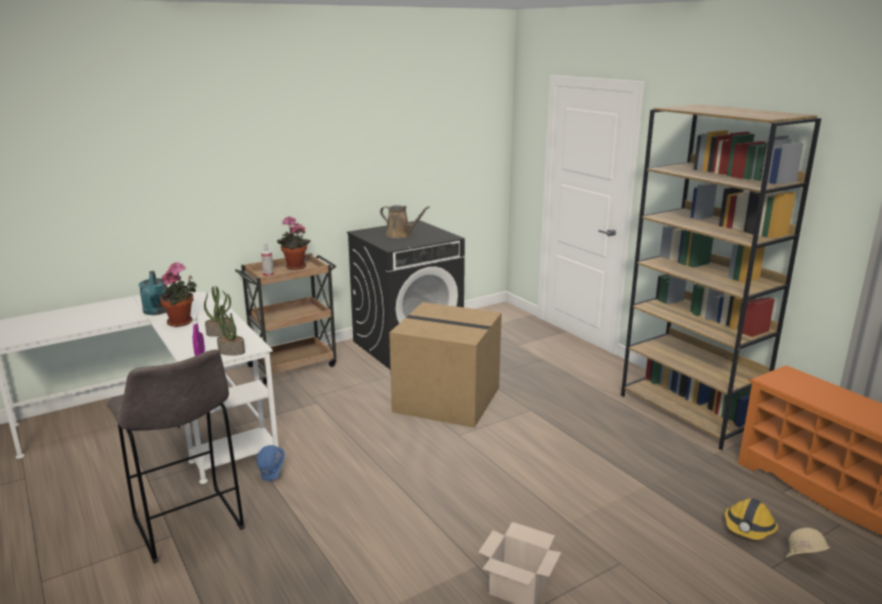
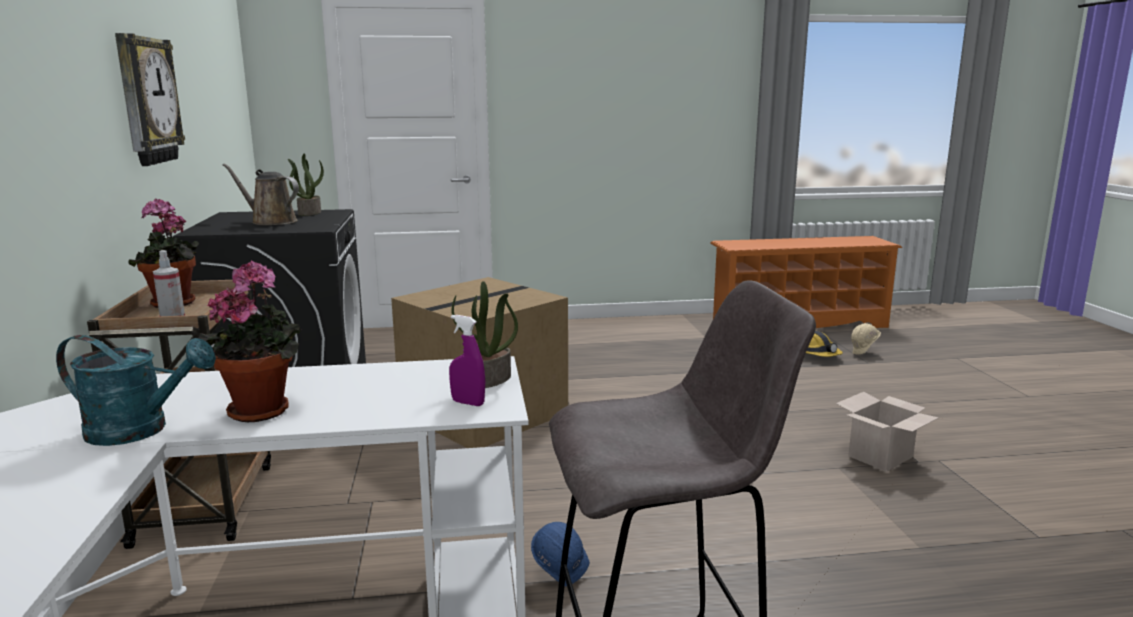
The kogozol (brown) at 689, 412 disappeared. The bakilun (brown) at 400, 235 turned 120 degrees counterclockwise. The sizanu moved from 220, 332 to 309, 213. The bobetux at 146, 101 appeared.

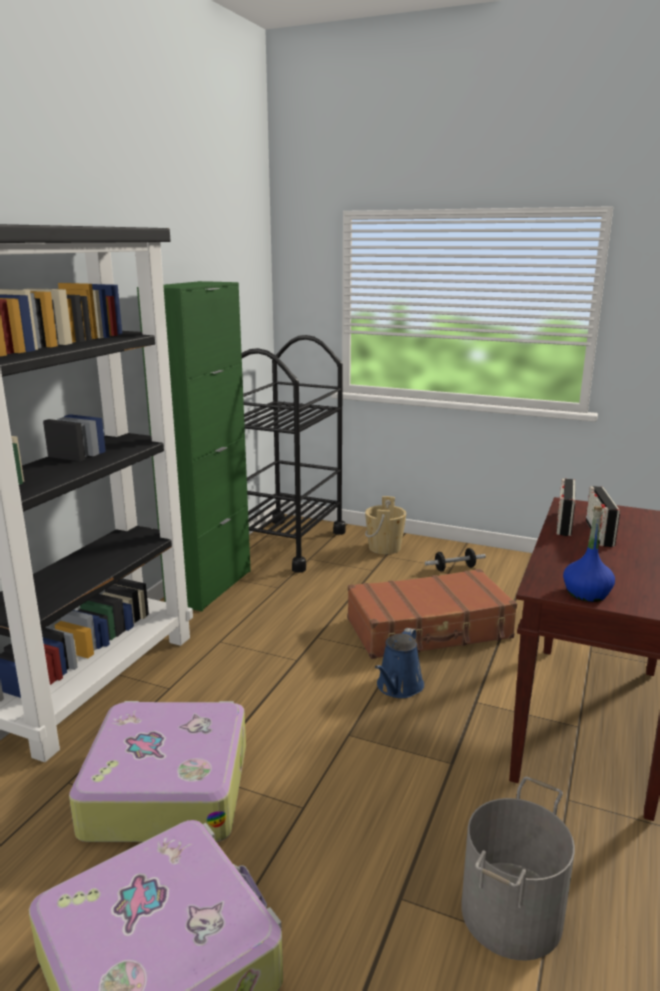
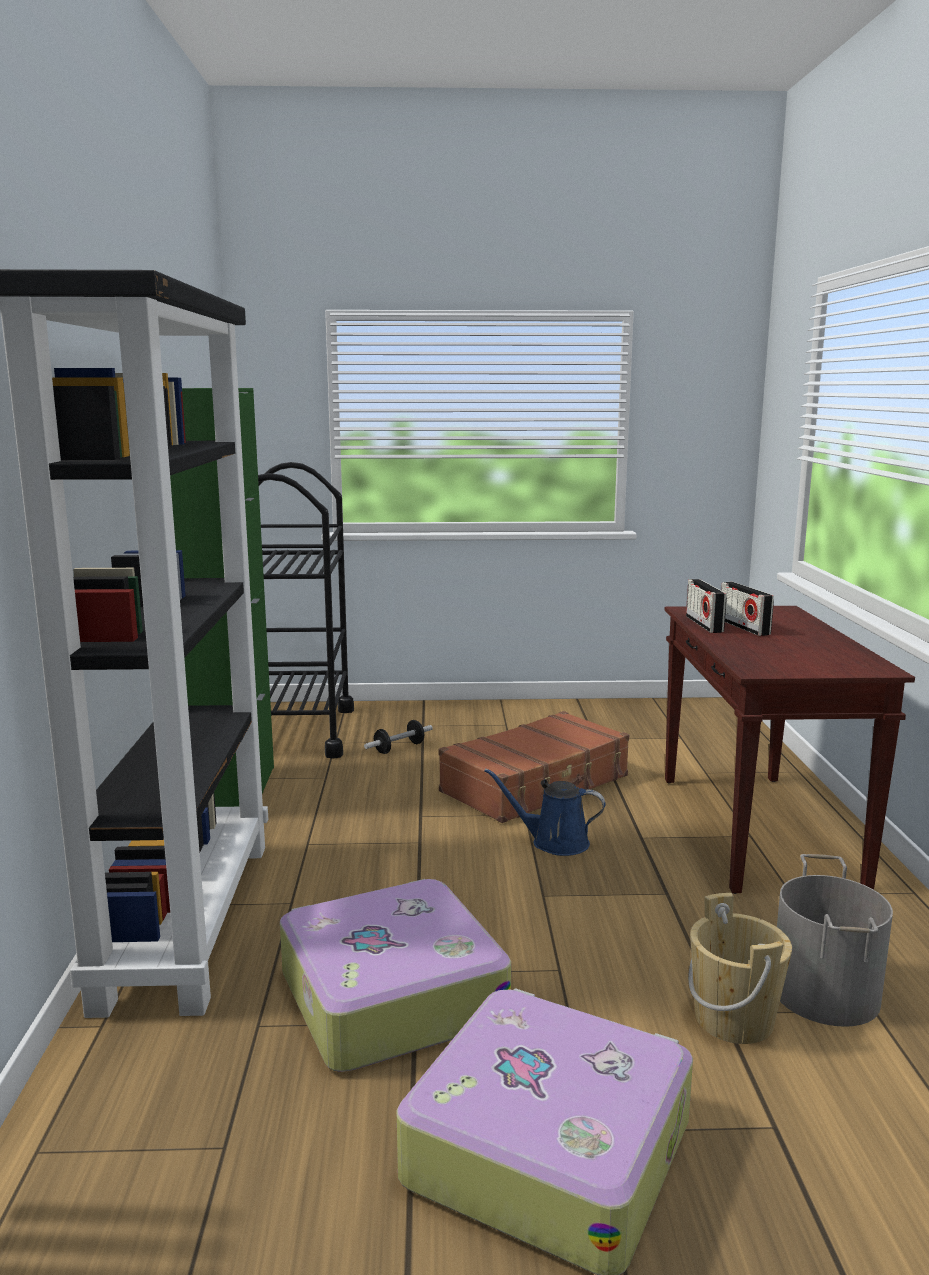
The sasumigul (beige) moved from 384, 547 to 733, 1019. The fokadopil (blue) at 586, 593 disappeared. The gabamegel moved from 454, 568 to 399, 748. The bakilun (blue) at 398, 687 turned 105 degrees clockwise.

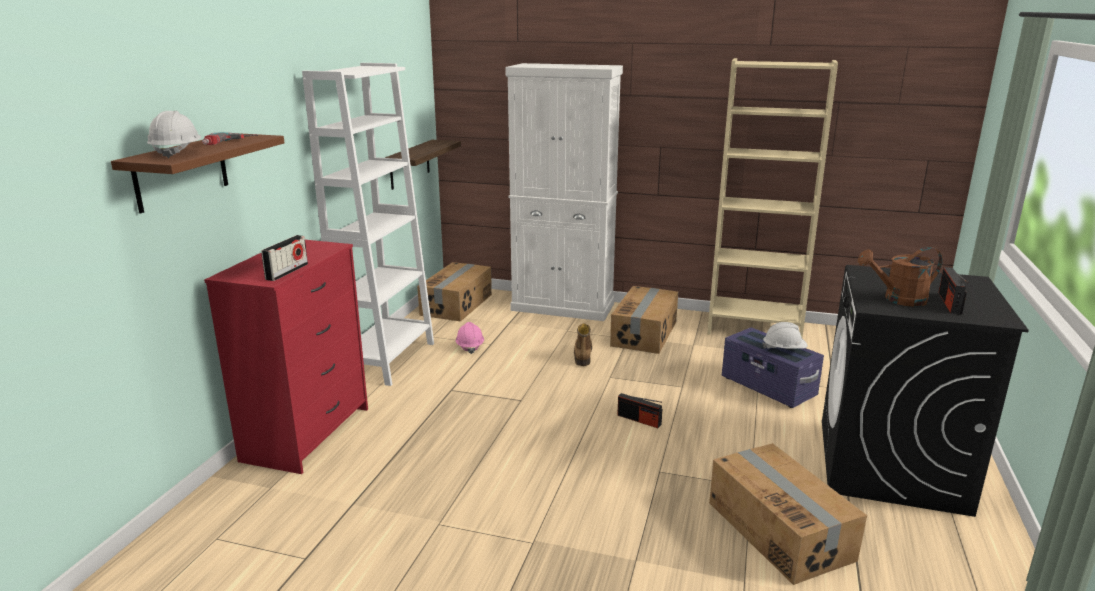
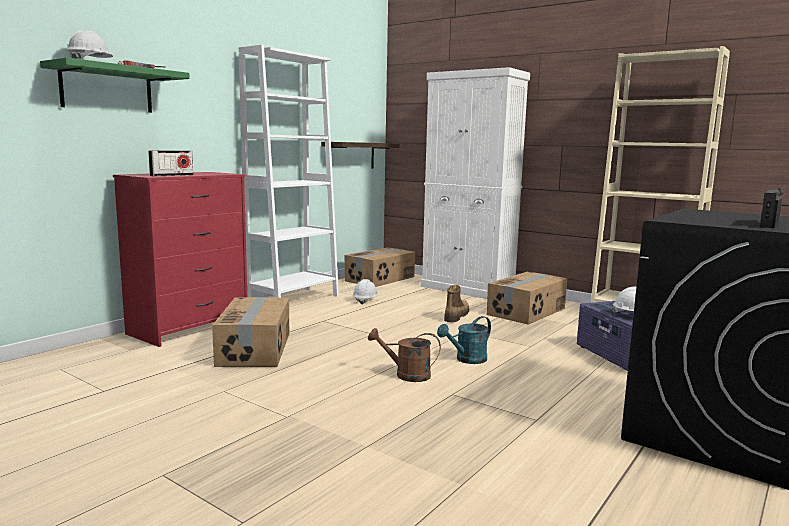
The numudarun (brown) at 181, 172 became the numudarun (green) at 107, 89. The bakilun (brown) moved from 898, 300 to 406, 375. The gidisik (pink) at 470, 346 became the gidisik (white) at 365, 301. The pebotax at 639, 420 was replaced by the bakilun (turquoise) at 467, 360. The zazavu moved from 780, 530 to 255, 349.

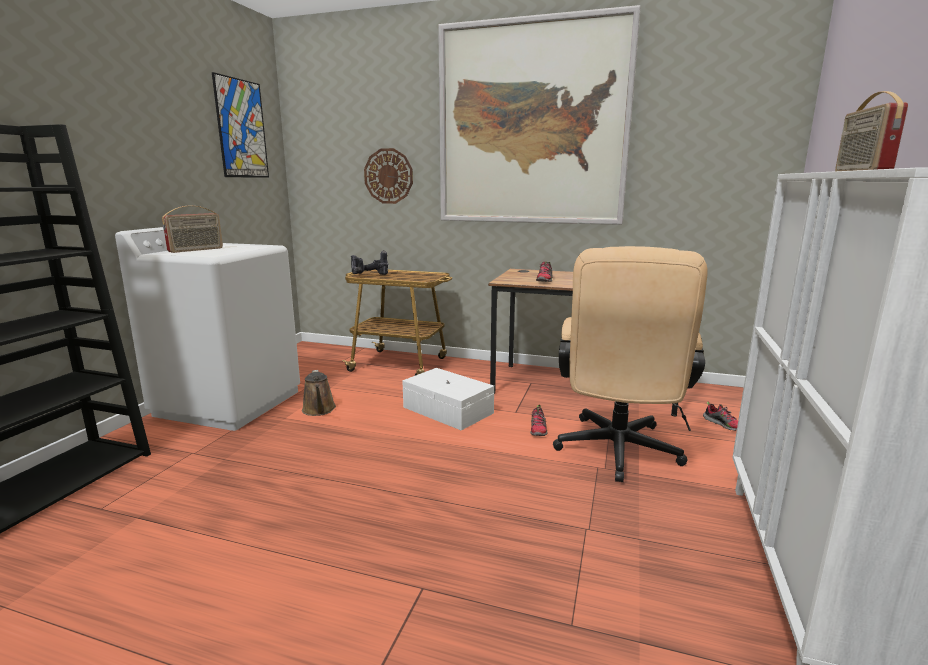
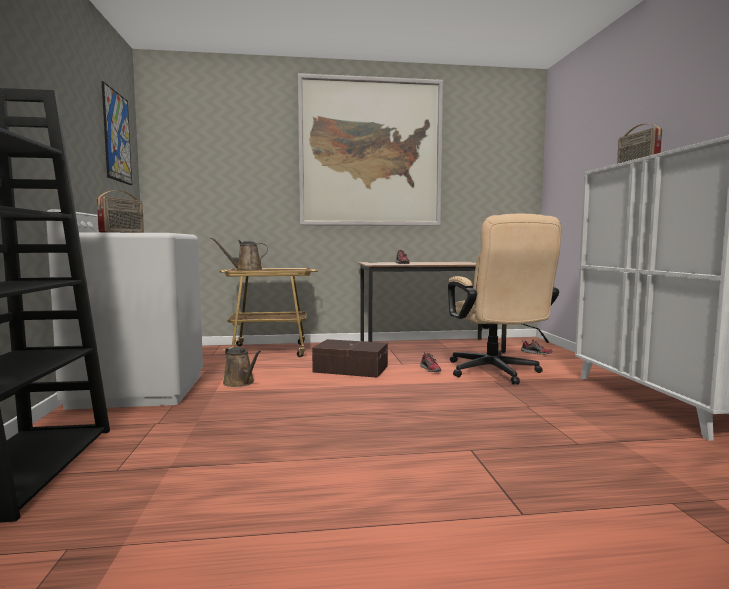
The bobetux at 388, 176 disappeared. The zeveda at 369, 275 was replaced by the bakilun (brown) at 246, 270. The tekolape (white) at 448, 409 became the tekolape (brown) at 350, 369.

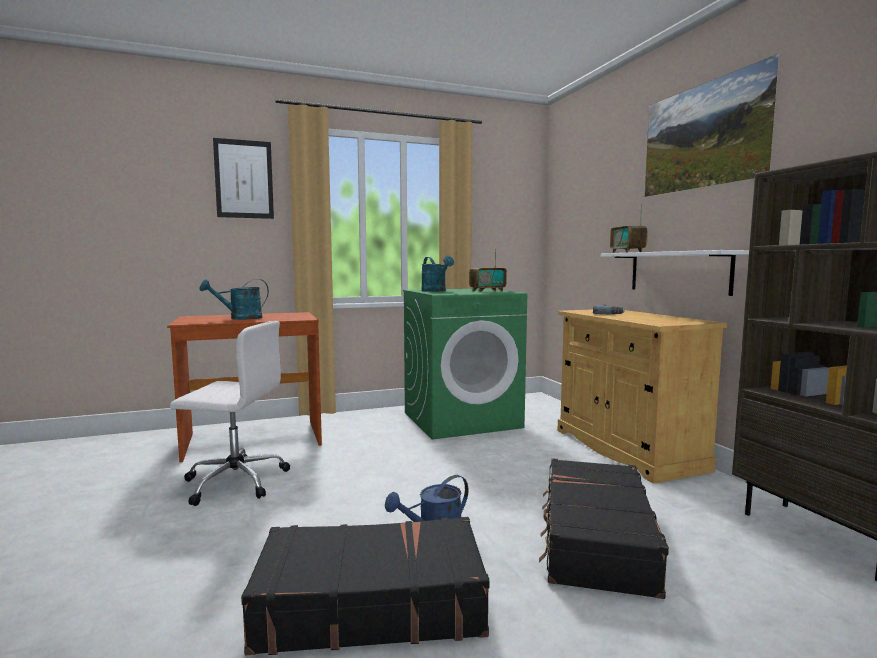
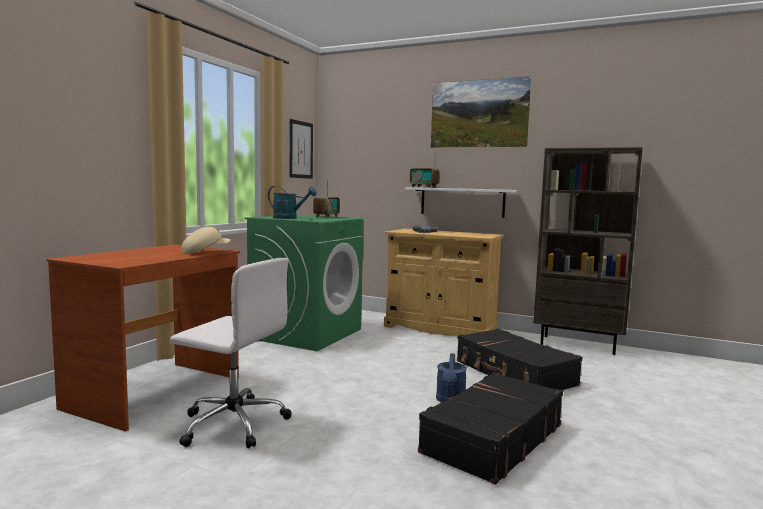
The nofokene moved from 244, 179 to 301, 150. The bakilun (turquoise) at 240, 318 disappeared. The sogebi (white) at 234, 481 turned 60 degrees clockwise. The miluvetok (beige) at 205, 252 appeared.

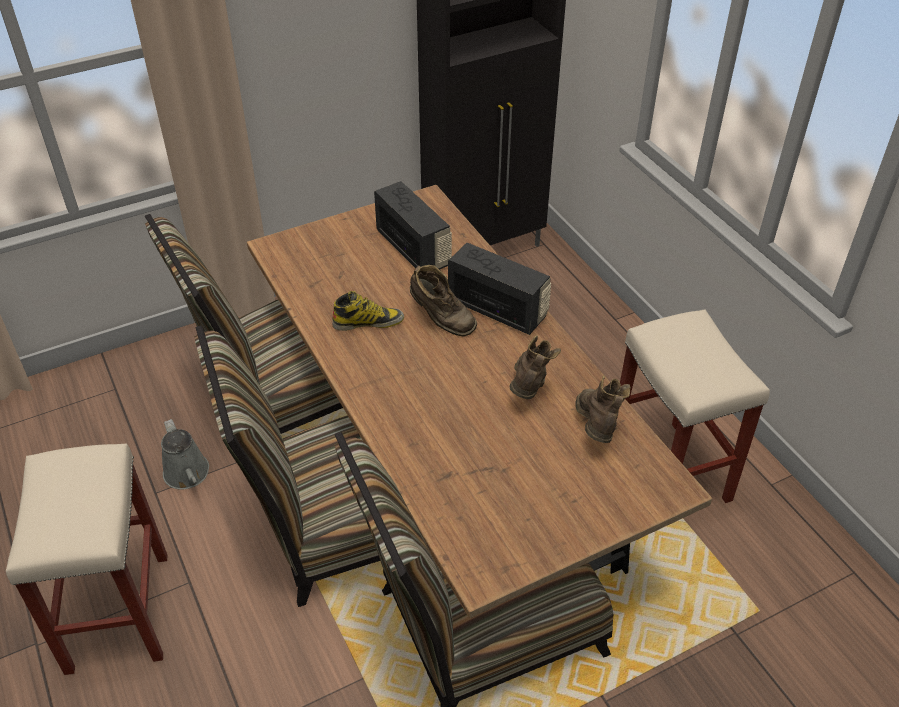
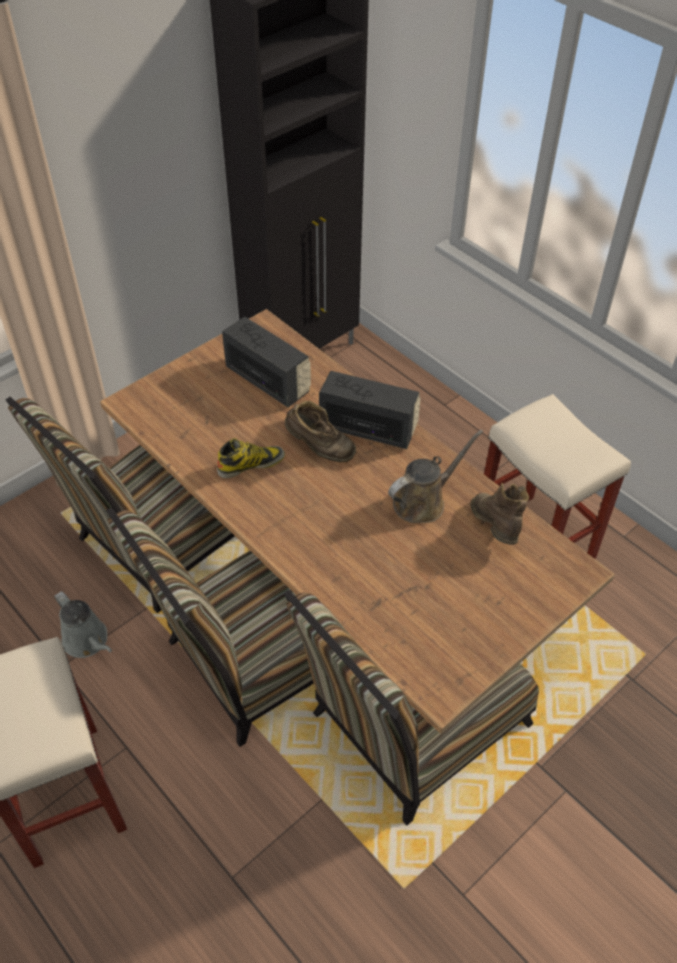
The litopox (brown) at 529, 388 was replaced by the bakilun (brown) at 423, 501.

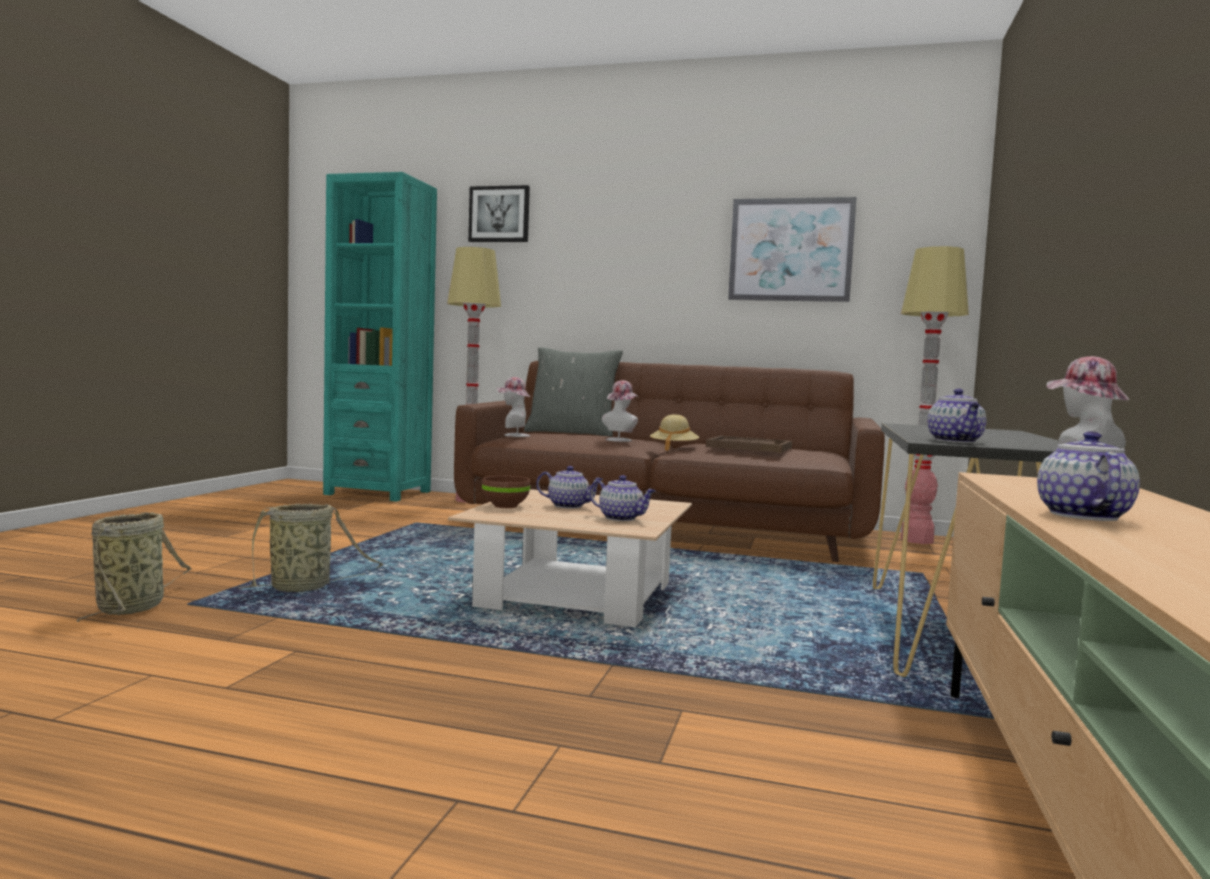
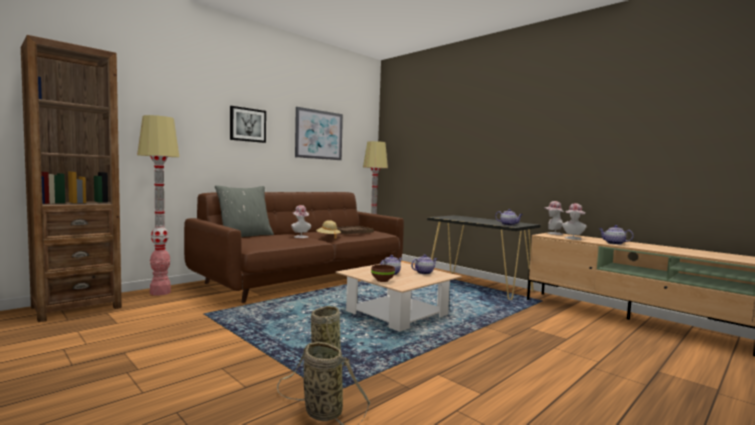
The kogozol (turquoise) at 378, 493 became the kogozol (brown) at 76, 307. The nofokene moved from 499, 214 to 247, 125. The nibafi moved from 513, 435 to 573, 238.

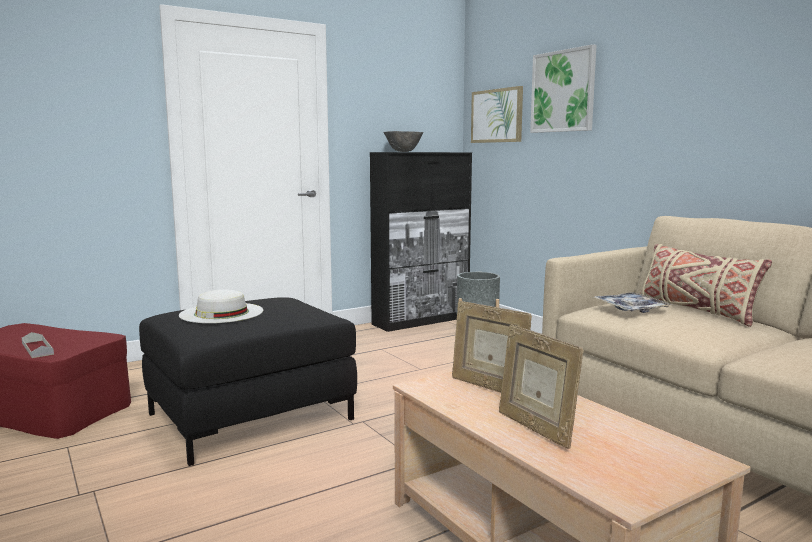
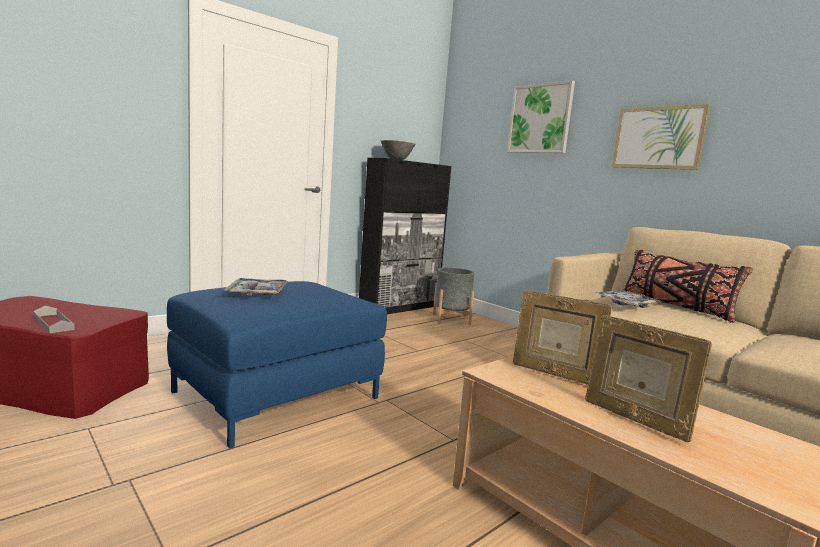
The nofokene moved from 497, 116 to 658, 138. The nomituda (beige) at 696, 310 became the nomituda (black) at 675, 307. The nibafi (white) at 221, 313 was replaced by the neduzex at 257, 293. The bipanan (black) at 251, 416 became the bipanan (blue) at 277, 394.

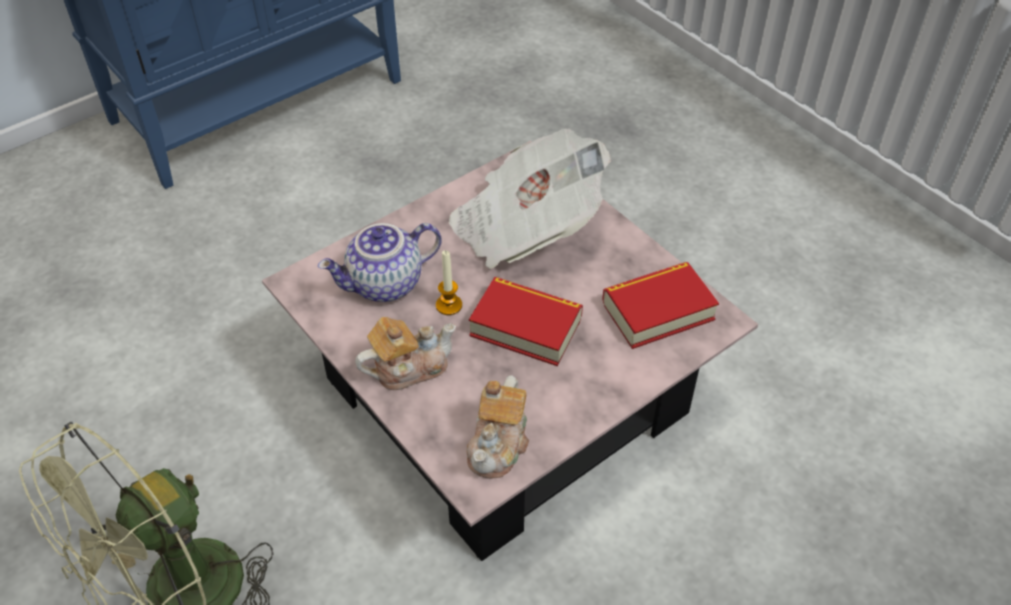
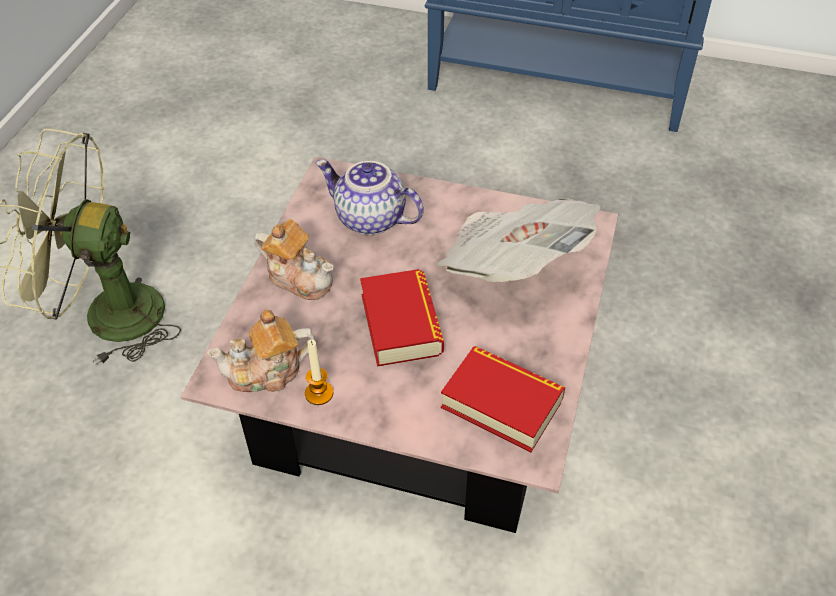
The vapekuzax moved from 449, 305 to 319, 393.

